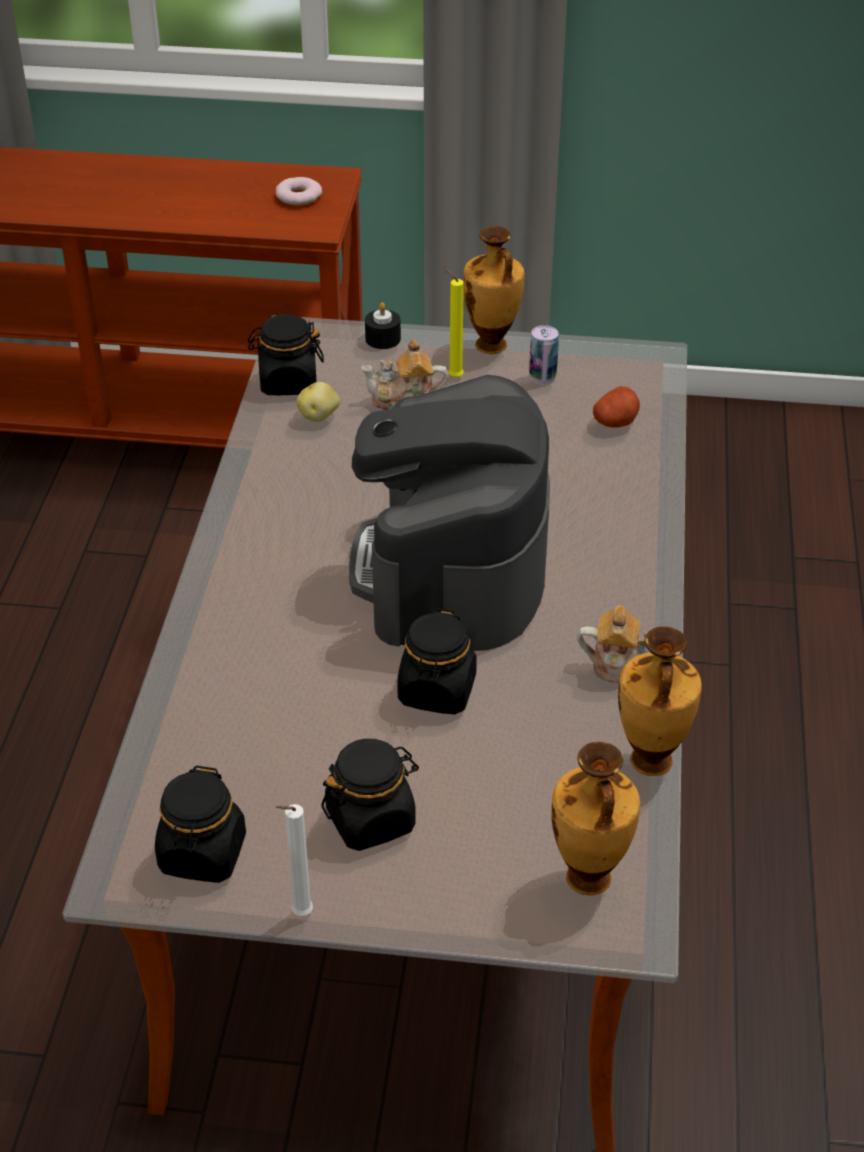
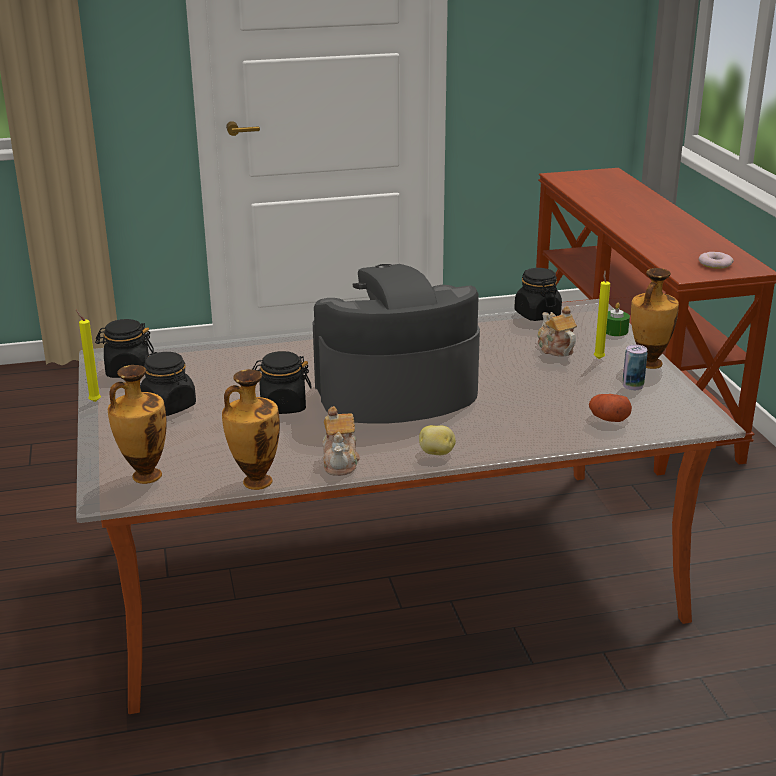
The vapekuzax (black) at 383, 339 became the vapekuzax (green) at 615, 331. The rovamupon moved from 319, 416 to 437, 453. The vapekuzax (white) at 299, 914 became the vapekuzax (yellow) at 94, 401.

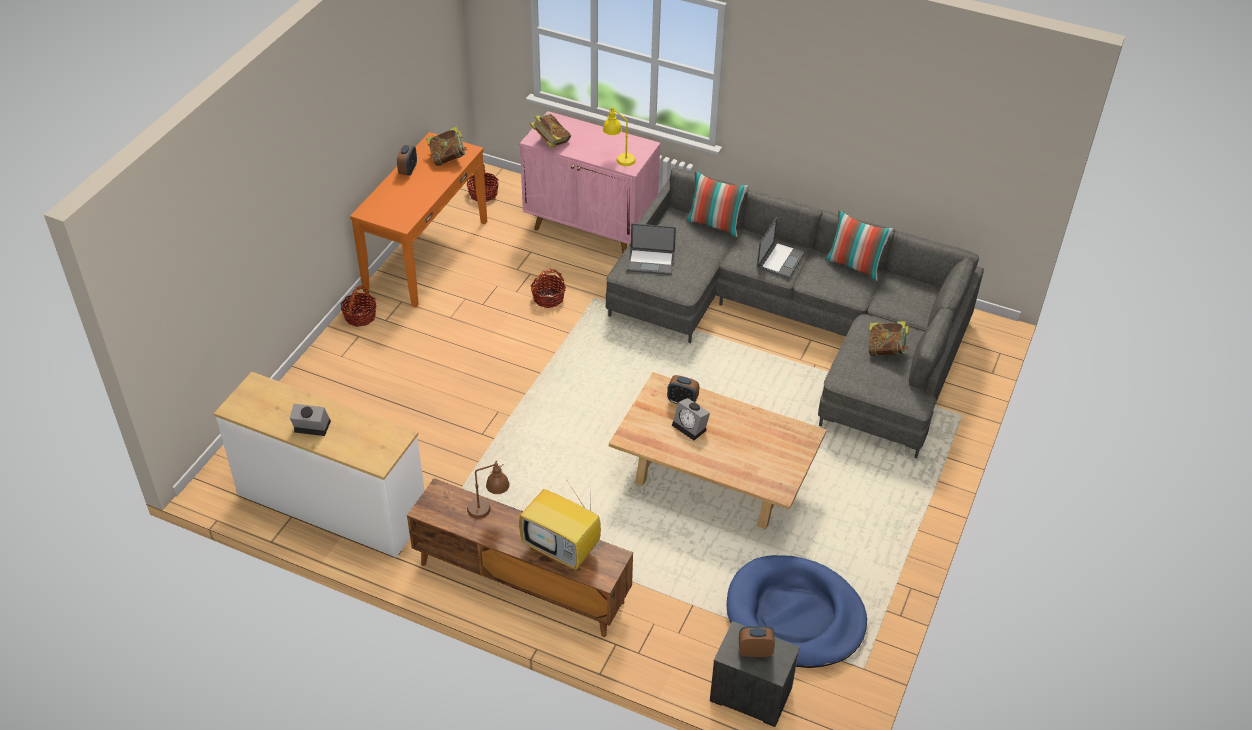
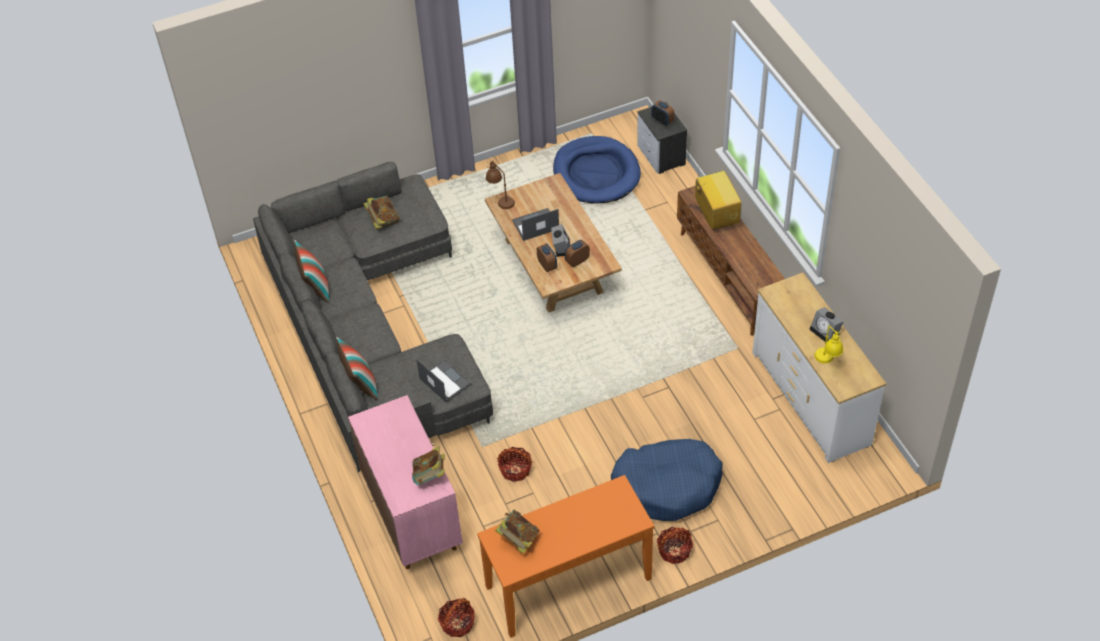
The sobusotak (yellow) moved from 618, 157 to 827, 362. The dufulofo moved from 408, 170 to 577, 261. The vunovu moved from 781, 260 to 535, 225. The sobusotak (brown) moved from 489, 509 to 500, 200. The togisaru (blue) at 667, 486 appeared.

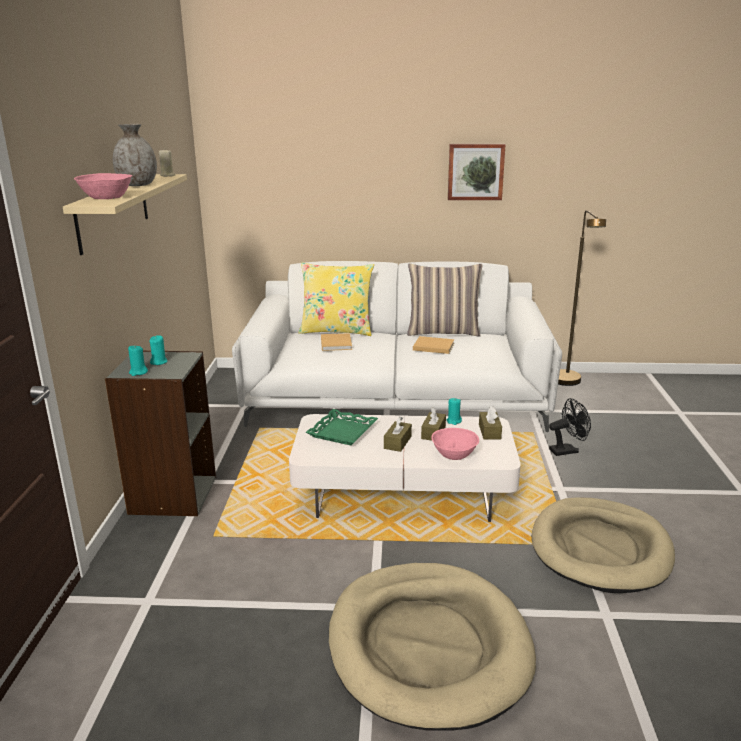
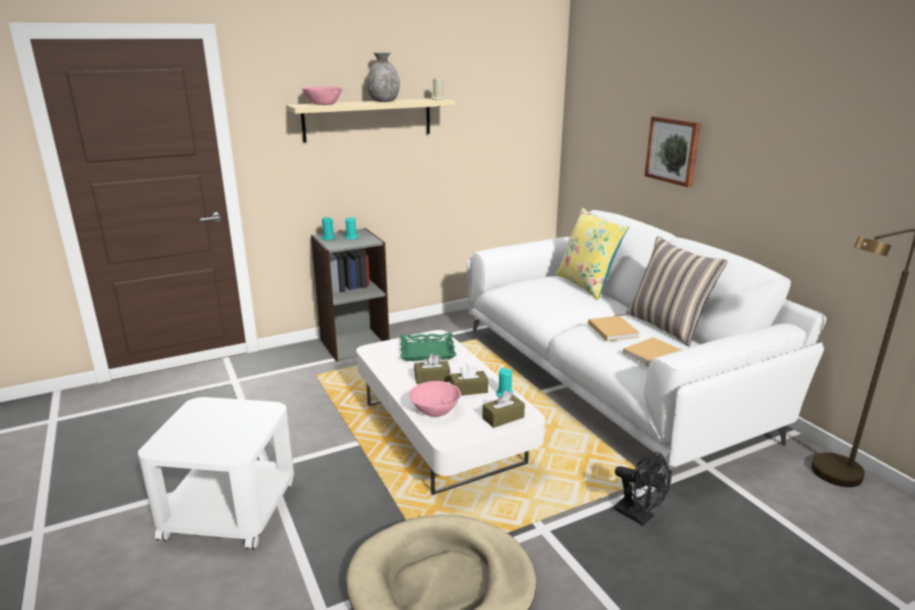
The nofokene moved from 475, 172 to 673, 150. The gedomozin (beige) moved from 336, 343 to 653, 354. The togisaru (beige) at 428, 646 was replaced by the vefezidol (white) at 230, 508.

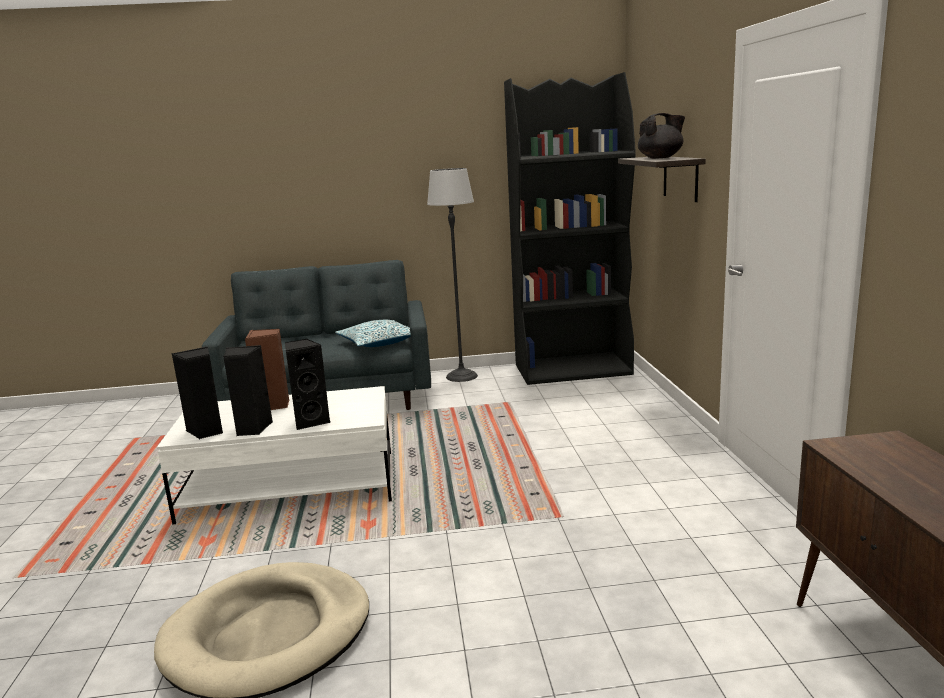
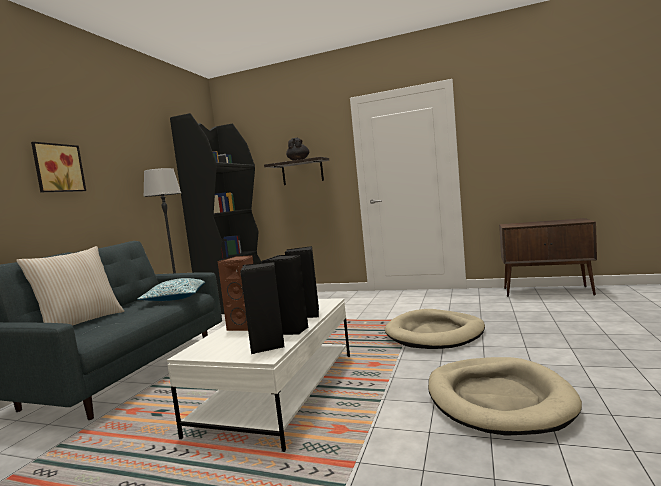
The nofokene at 57, 168 appeared. The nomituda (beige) at 80, 323 appeared. The togisaru (beige) at 435, 333 appeared.

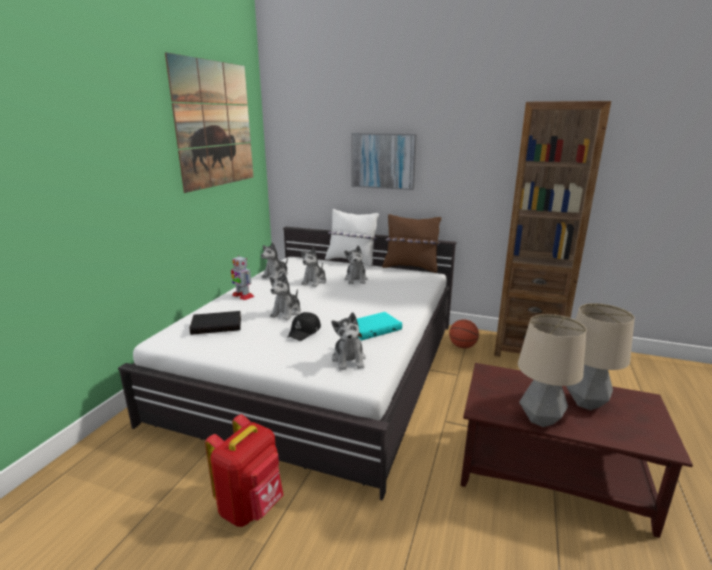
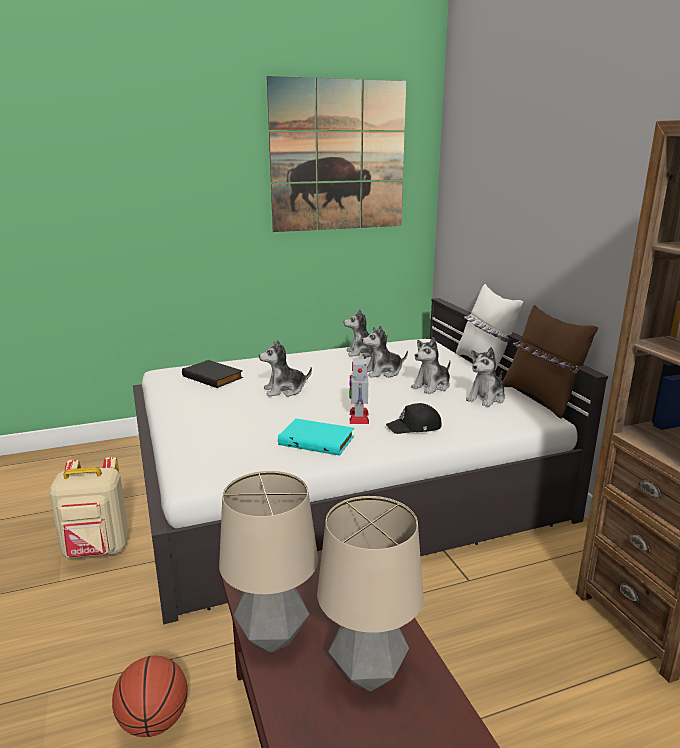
The nofokene at 383, 161 disappeared. The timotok moved from 242, 296 to 358, 417. The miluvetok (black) moved from 304, 331 to 415, 427. The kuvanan moved from 349, 359 to 486, 398. The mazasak moved from 462, 346 to 154, 721. The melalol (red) at 251, 506 became the melalol (beige) at 97, 551.

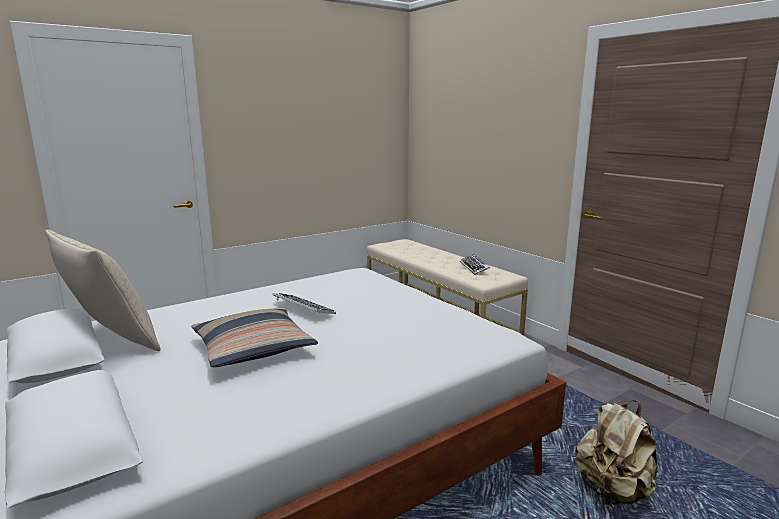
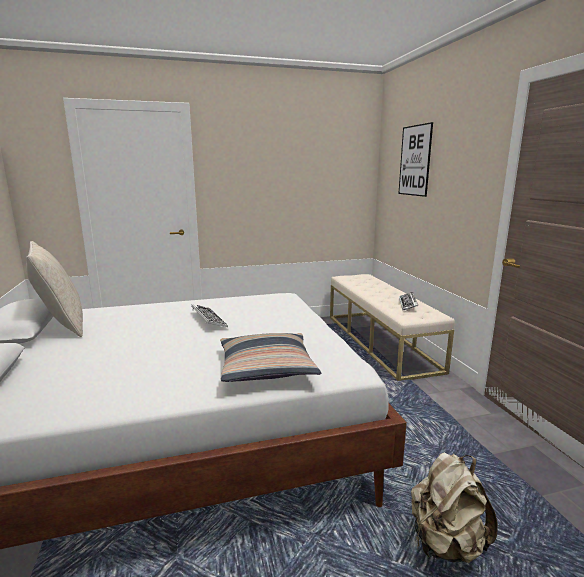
The nomituda moved from 253, 348 to 266, 368. The nofokene at 415, 160 appeared.

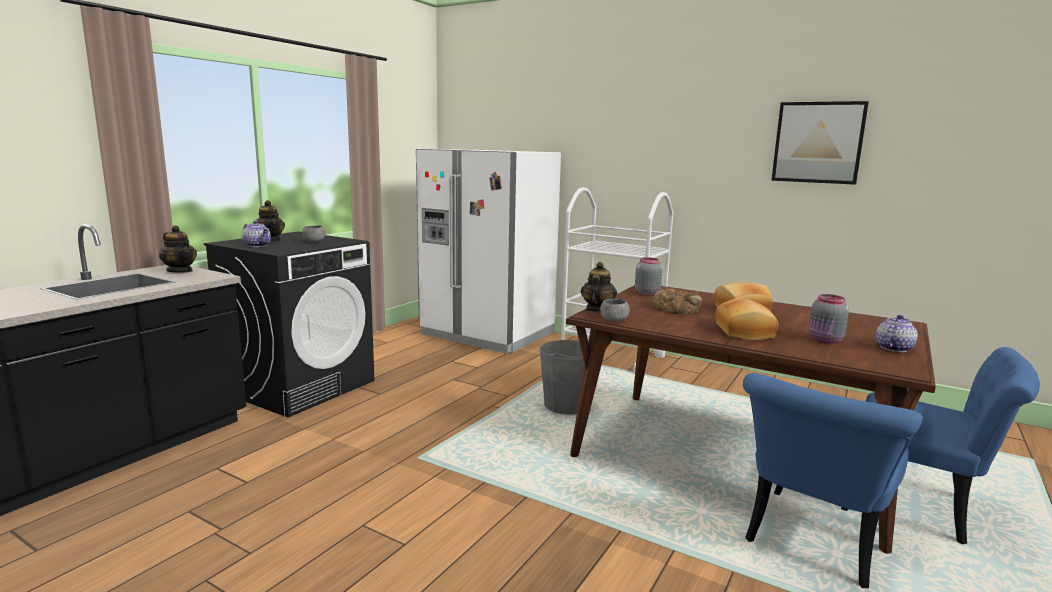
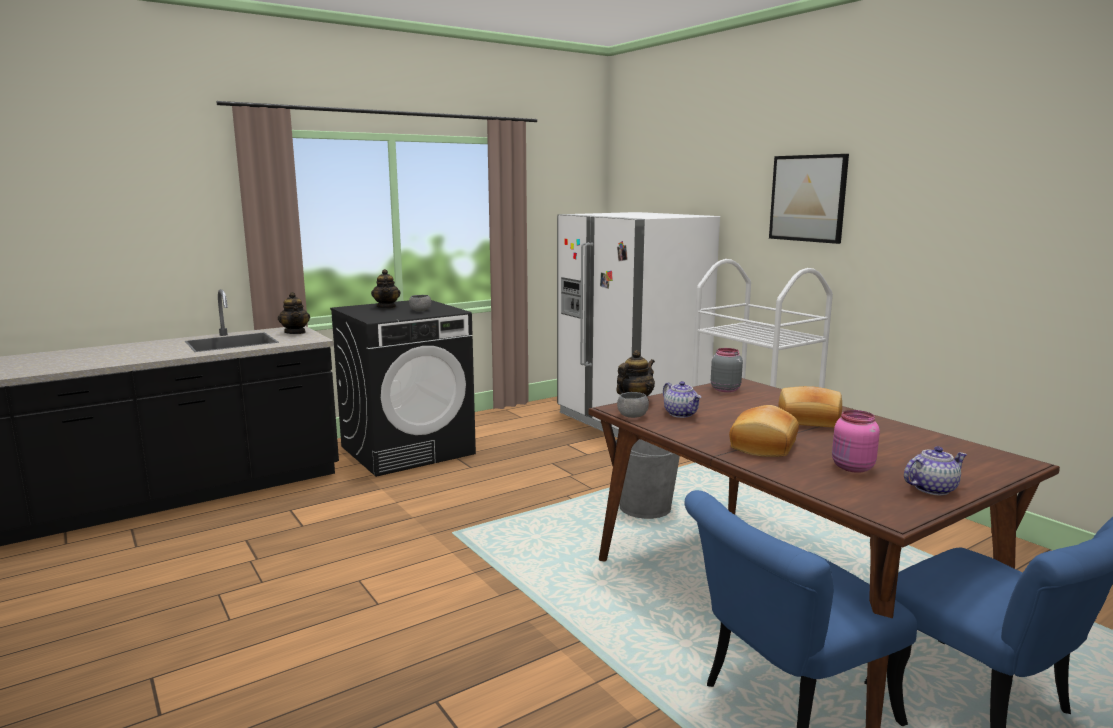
The nofokene moved from 818, 142 to 808, 198. The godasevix moved from 258, 245 to 681, 414. The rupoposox at 675, 308 disappeared. The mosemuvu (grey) at 825, 340 became the mosemuvu (pink) at 852, 468.

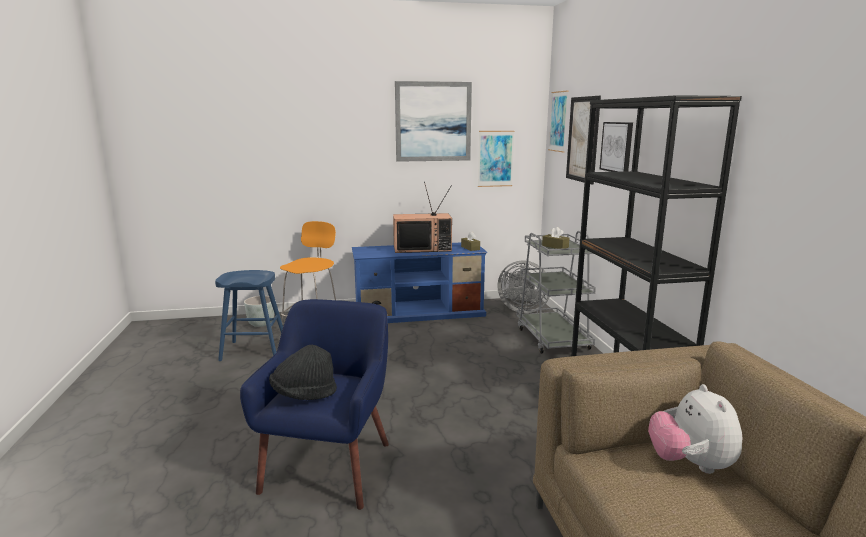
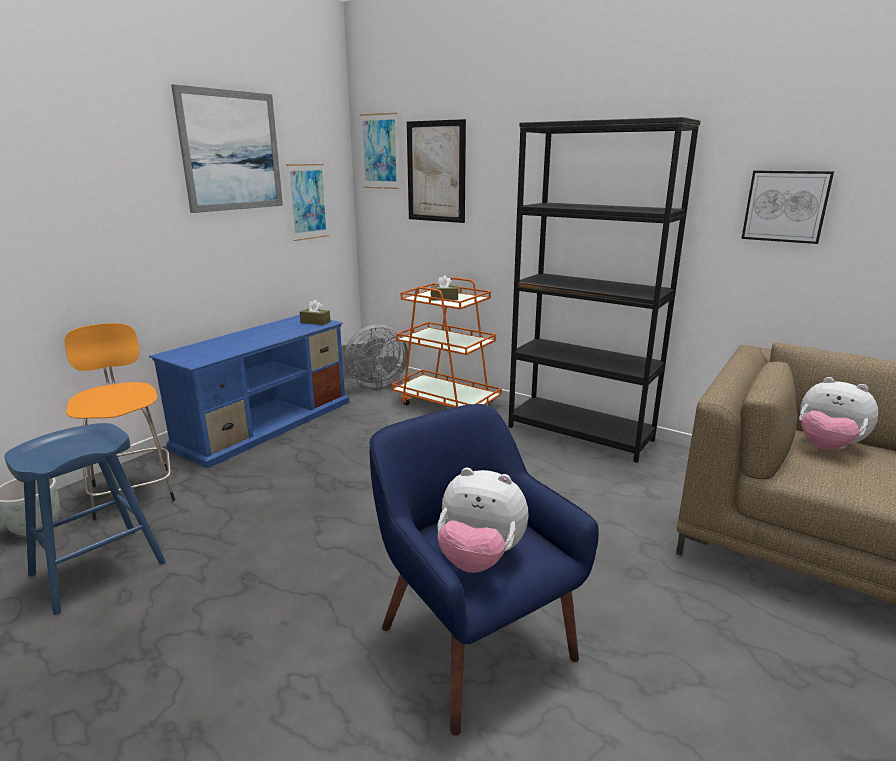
The nofokene moved from 617, 147 to 785, 206. The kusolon at 423, 248 disappeared. The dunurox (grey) at 552, 338 became the dunurox (orange) at 446, 402. The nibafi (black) at 304, 394 was replaced by the kuvanan at 479, 559.

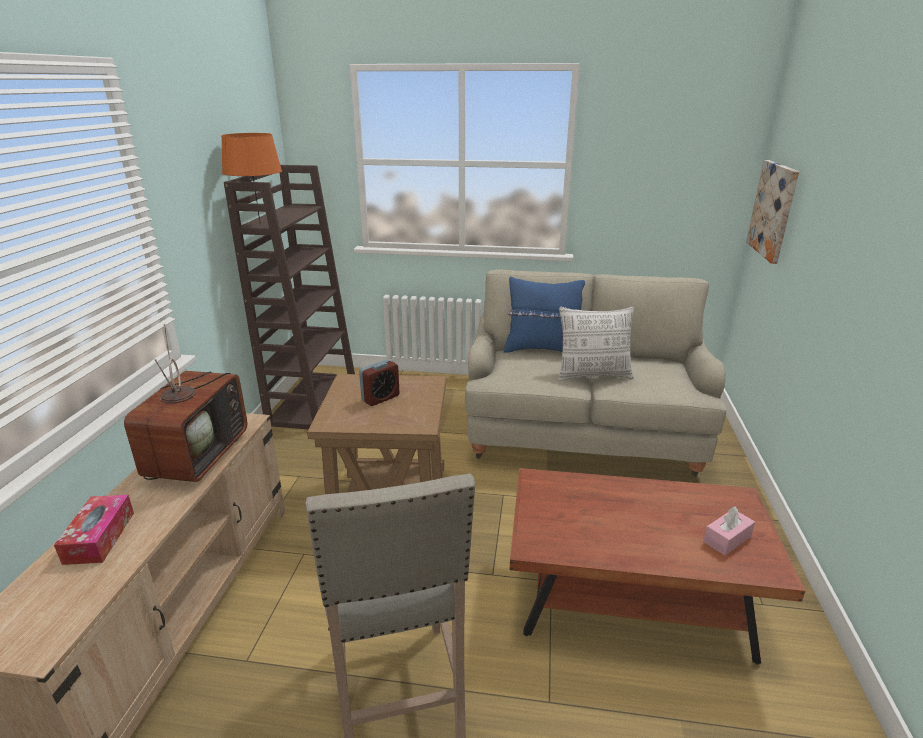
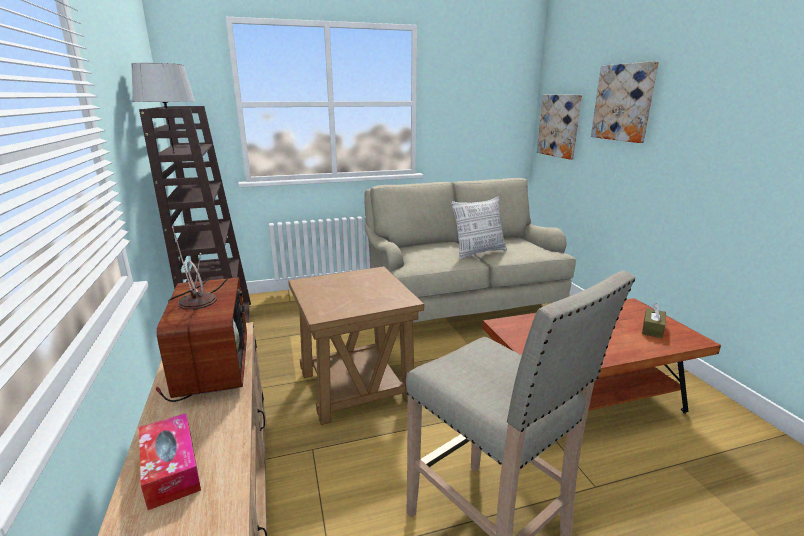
The sobusotak (orange) at 260, 224 became the sobusotak (grey) at 174, 153. The nomituda (blue) at 542, 350 disappeared. The dufulofo at 380, 398 disappeared. The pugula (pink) at 727, 539 became the pugula (brown) at 652, 329. The nofokene at 623, 102 appeared.

